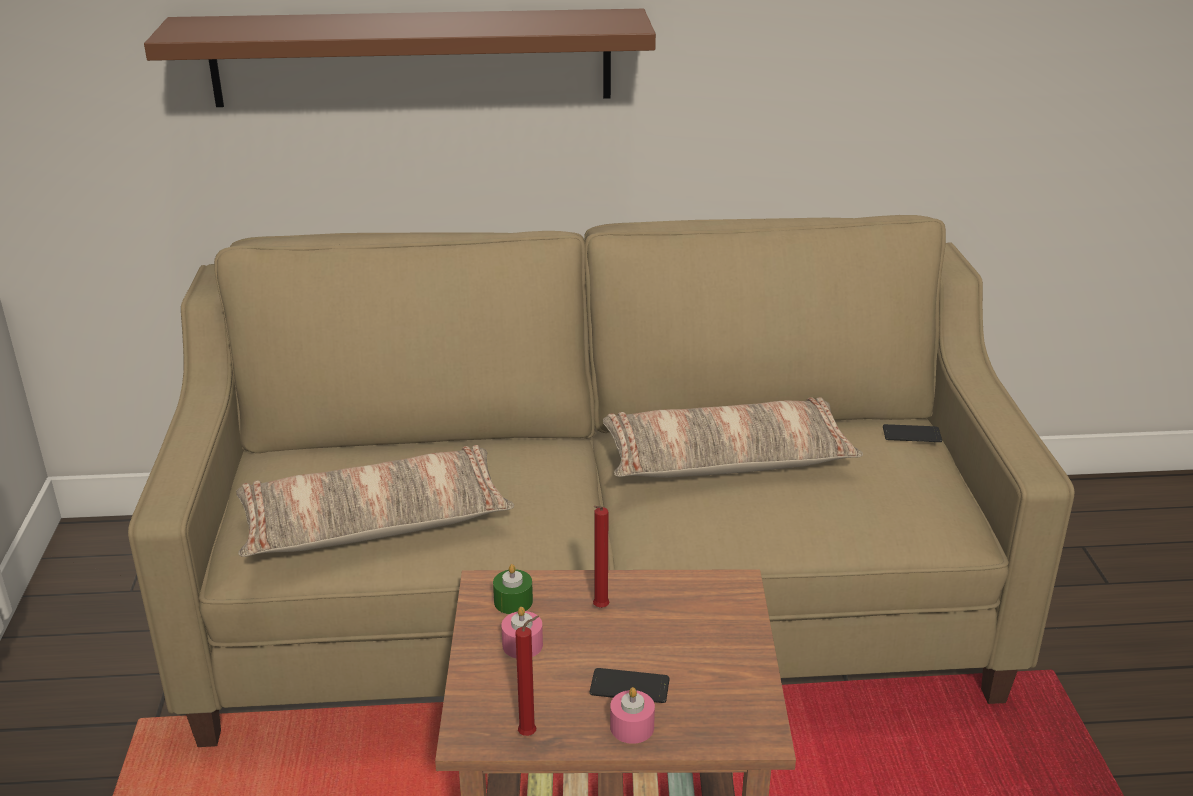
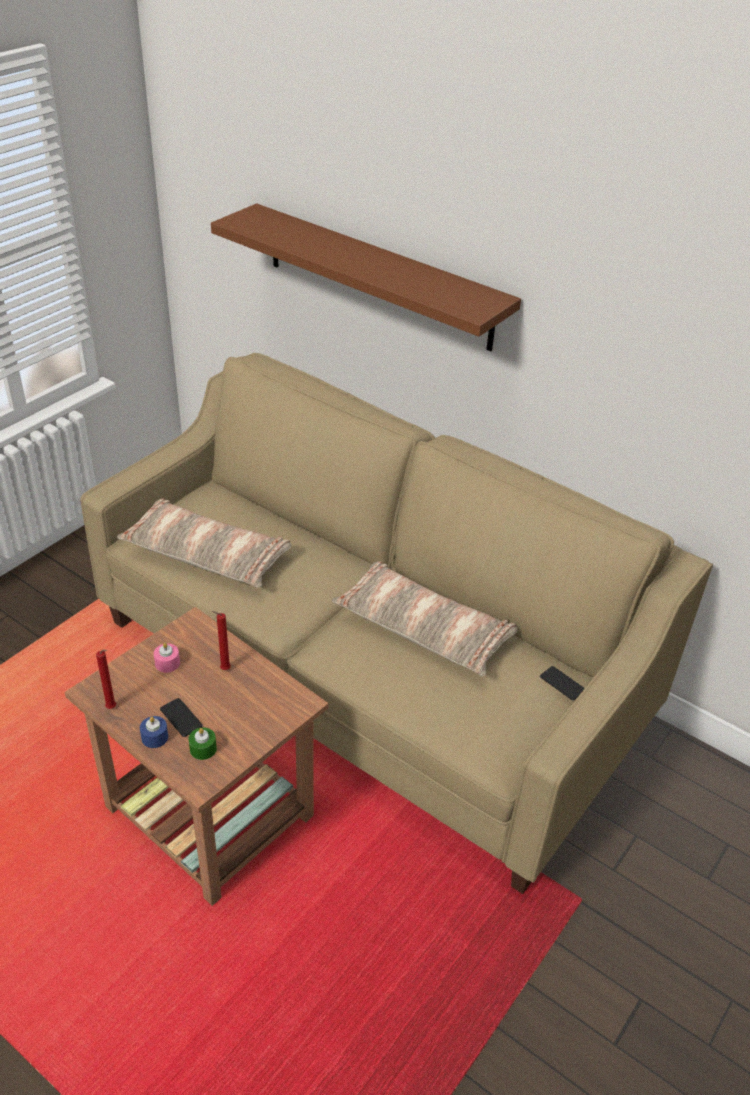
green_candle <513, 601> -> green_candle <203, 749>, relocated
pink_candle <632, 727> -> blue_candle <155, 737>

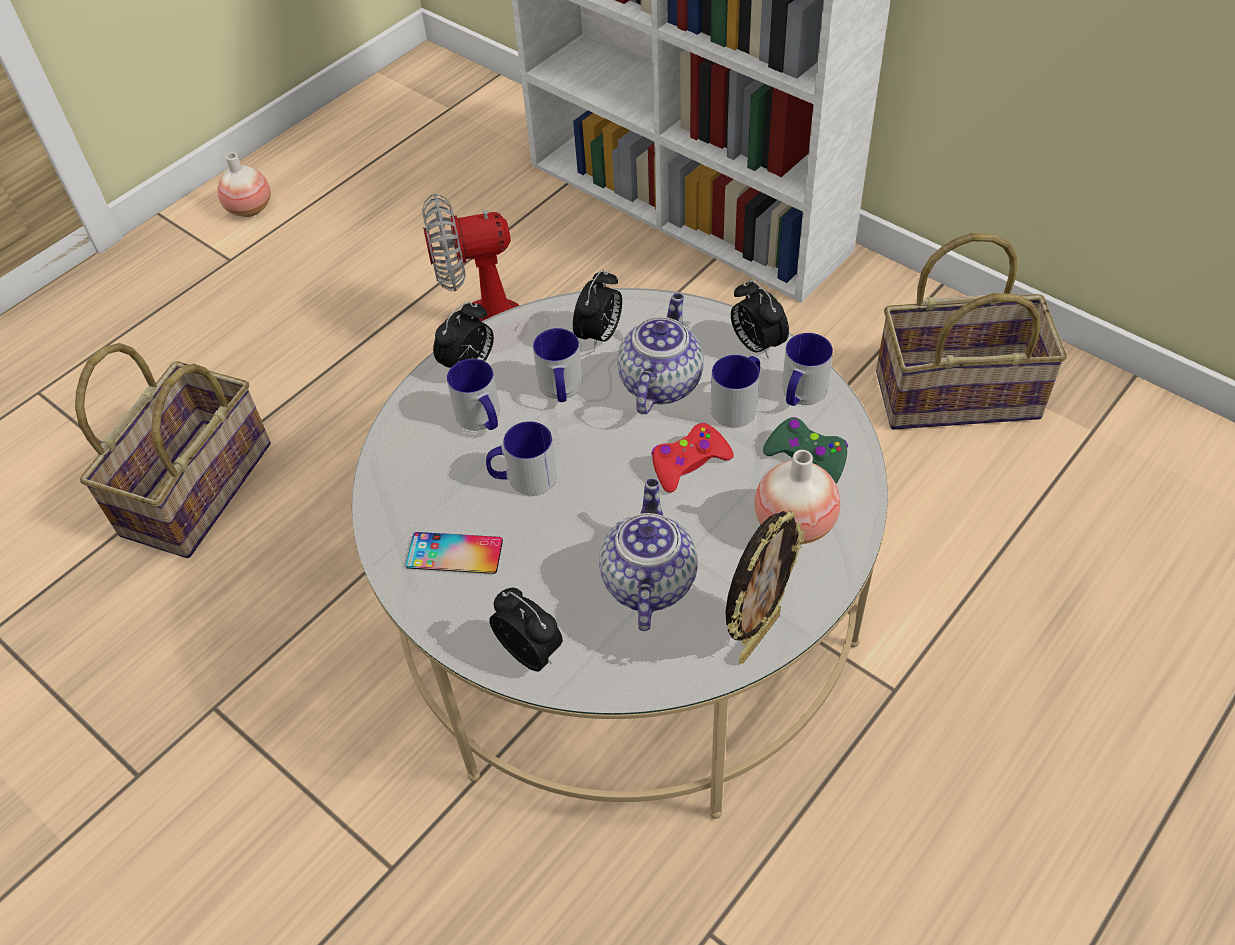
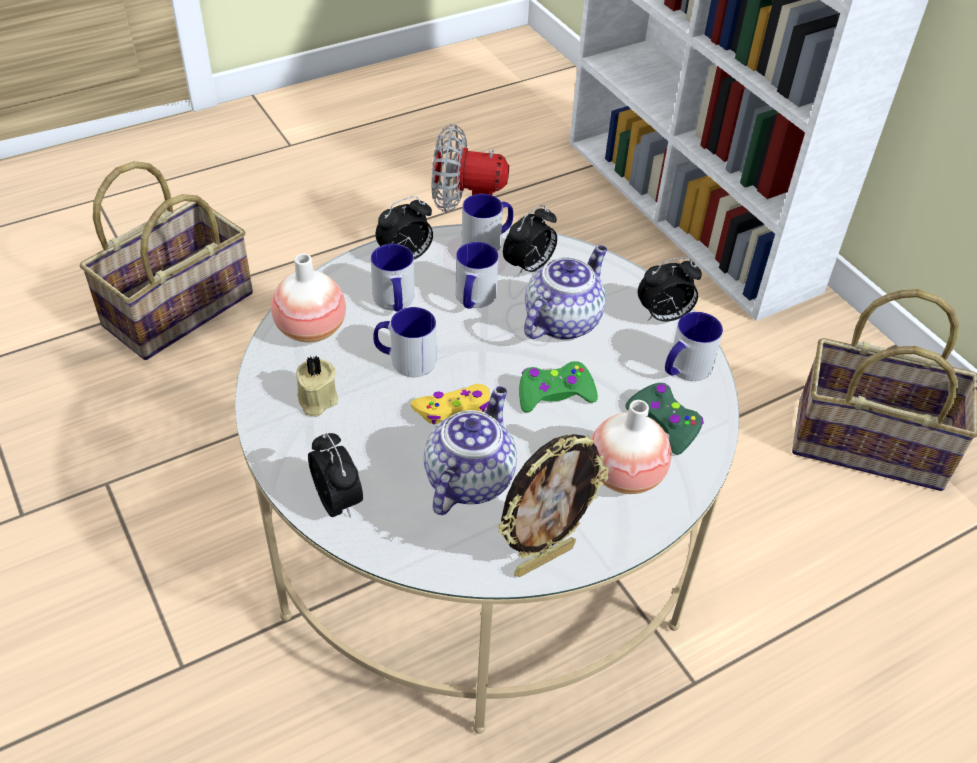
vase <250, 209> -> vase <311, 330>, relocated
alarm_clock <756, 345> -> alarm_clock <663, 316>, 90 degrees counterclockwise
mug <738, 404> -> mug <488, 241>, relocated
red_game_controller <688, 463> -> green_game_controller <554, 394>
phone <454, 553> -> beige_candle <316, 400>
none -> yellow_game_controller <453, 410>

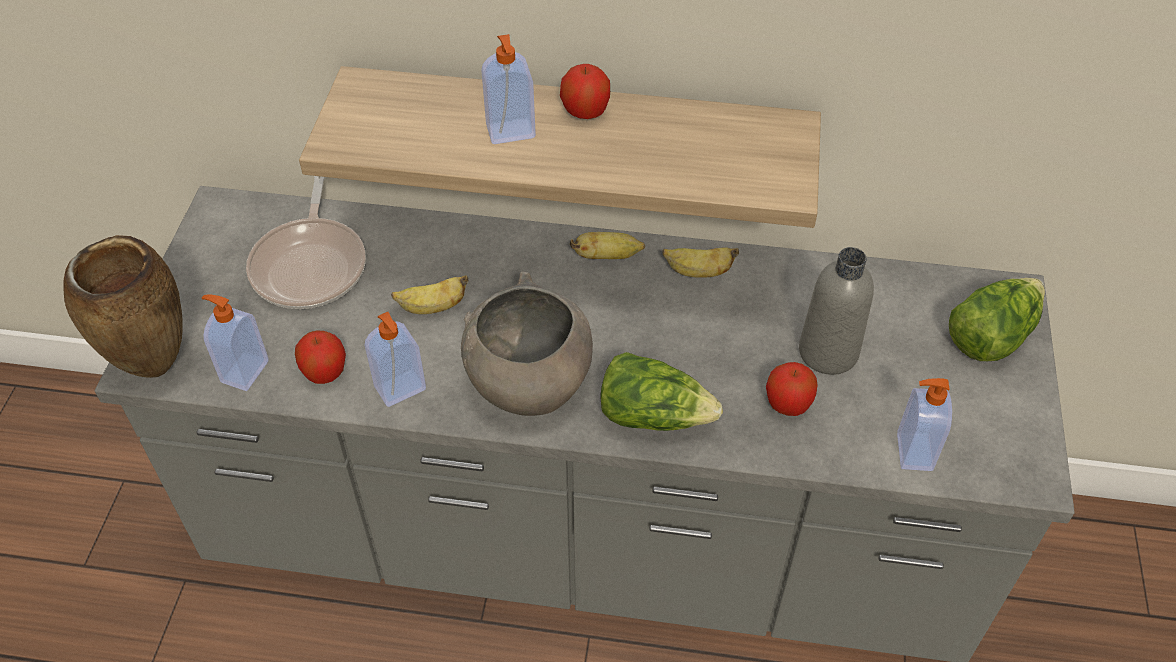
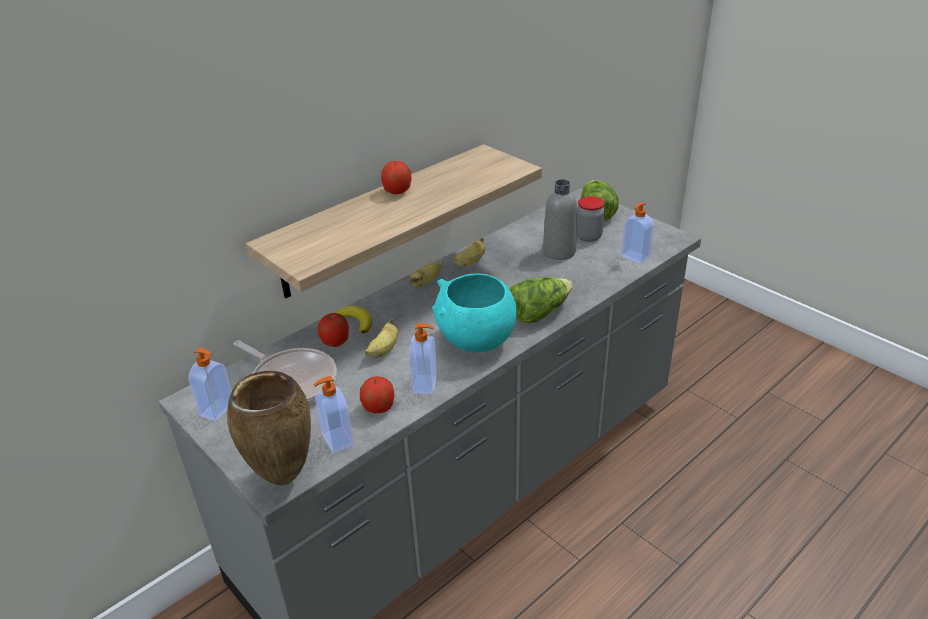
soap_dispenser <511, 132> -> soap_dispenser <218, 410>, relocated
grey_bowl <529, 385> -> turquoise_bowl <476, 341>
apple <788, 404> -> apple <335, 342>, relocated
none -> jar <588, 236>
none -> banana <356, 321>

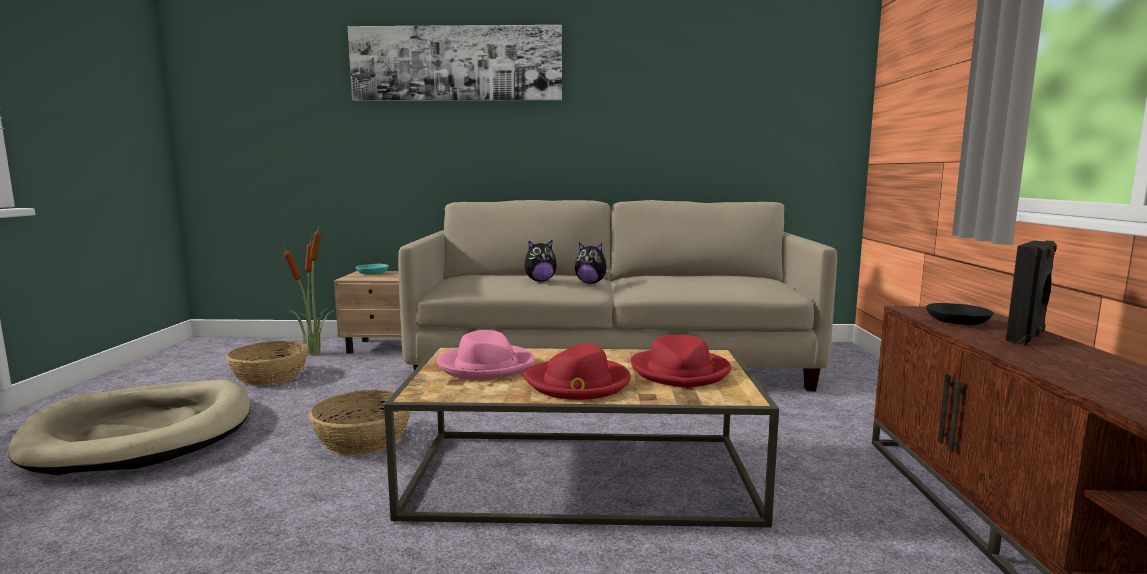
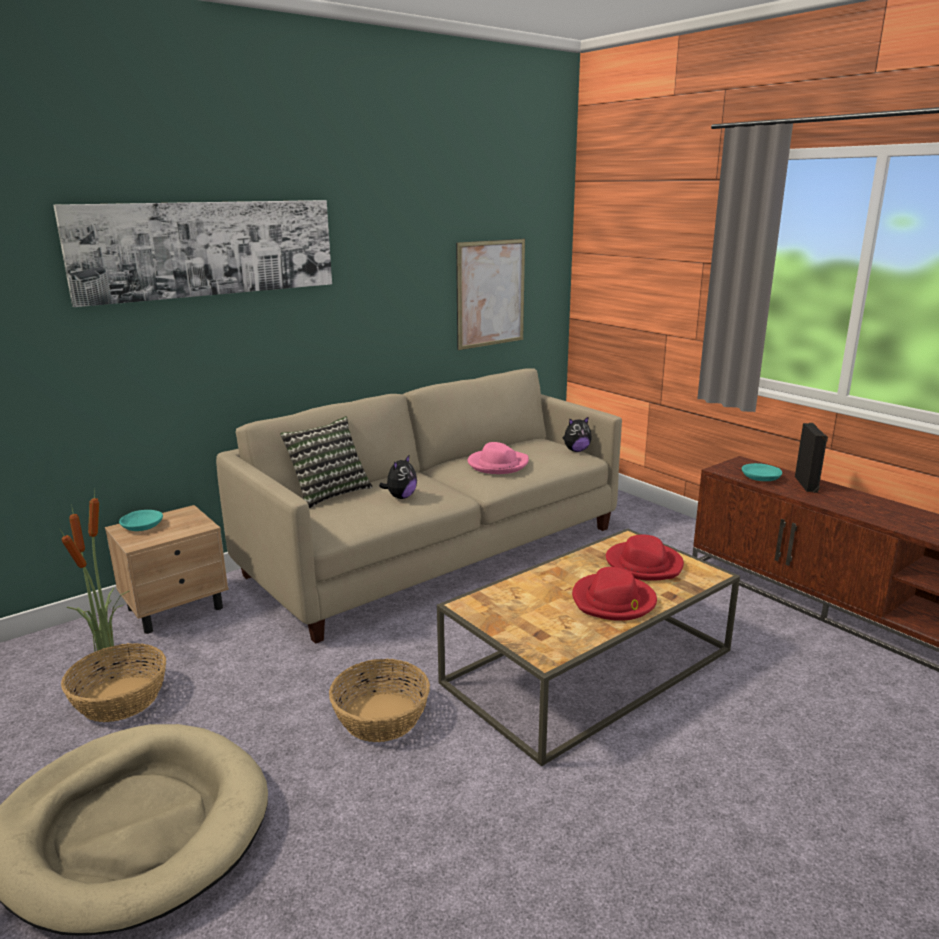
plush_toy <591, 283> -> plush_toy <576, 450>, relocated
black_bowl <957, 322> -> turquoise_bowl <761, 478>
pink_hat <486, 366> -> pink_hat <497, 464>, relocated
none -> picture <491, 293>
none -> pillow <329, 493>

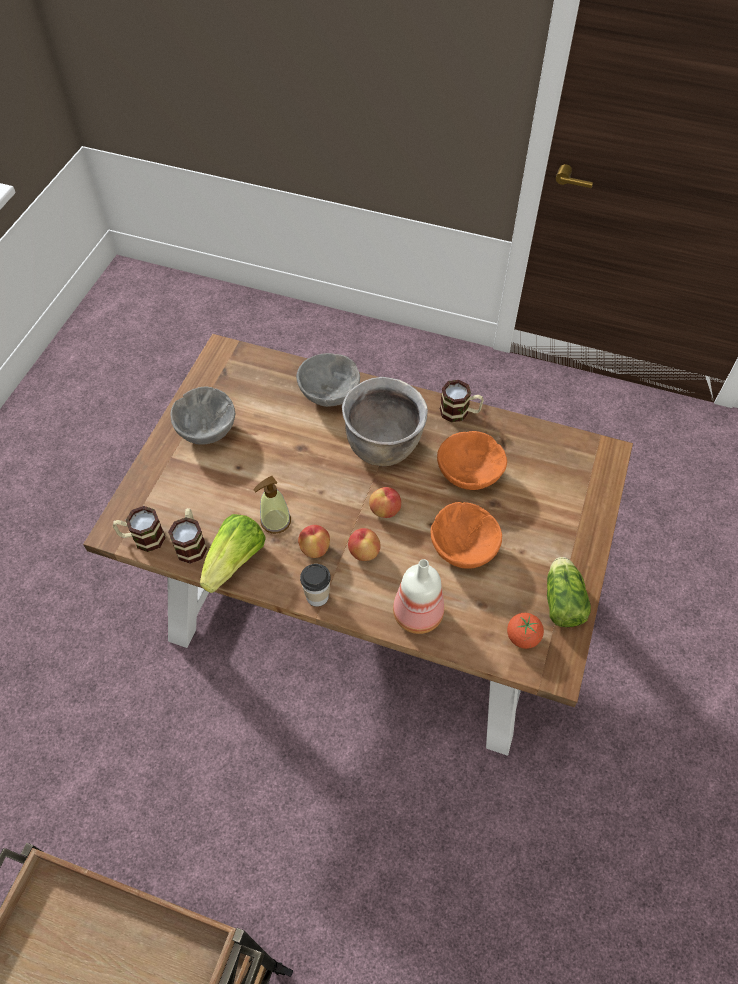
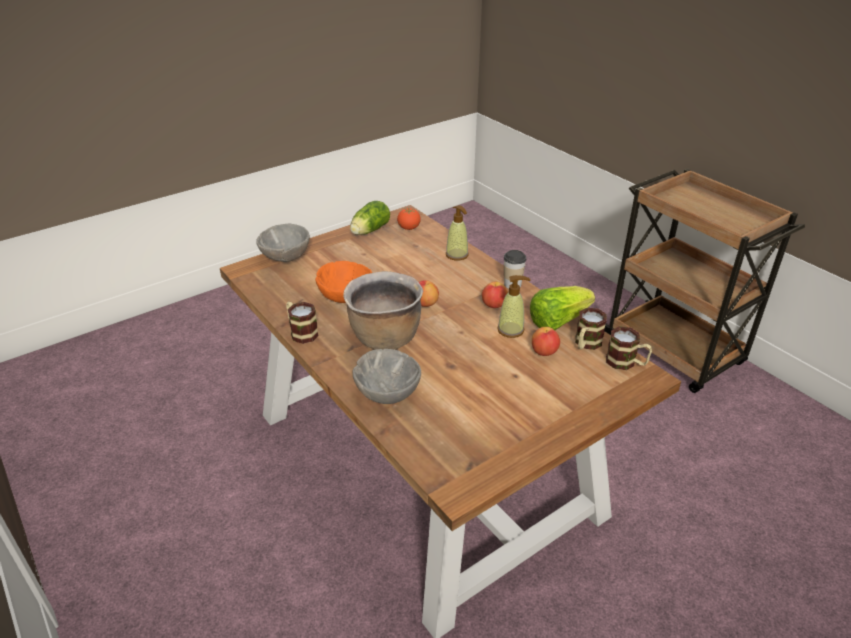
grey_bowl <206, 430> -> grey_bowl <285, 257>, relocated
orange_bowl <462, 548> -> none
apple <364, 552> -> apple <544, 352>, relocated
bottle <418, 615> -> soap_dispenser <457, 255>

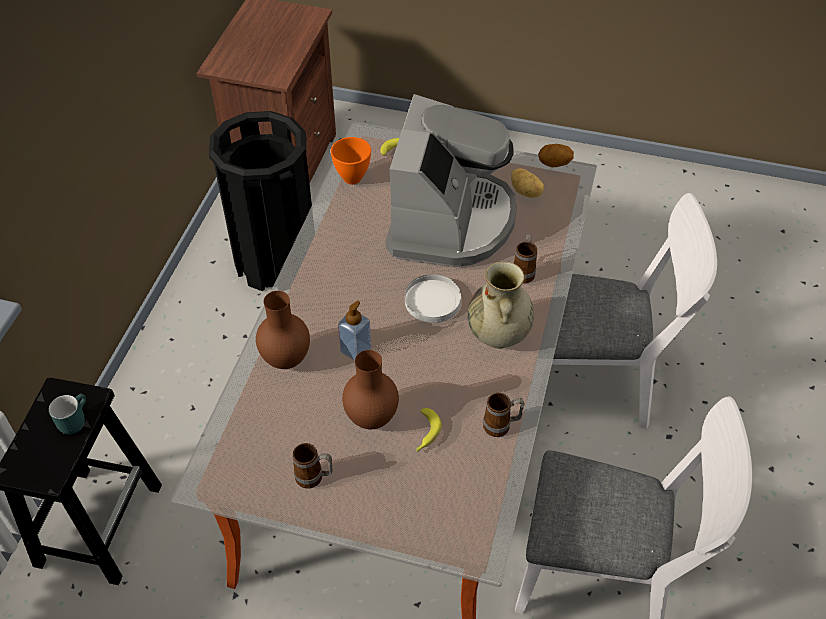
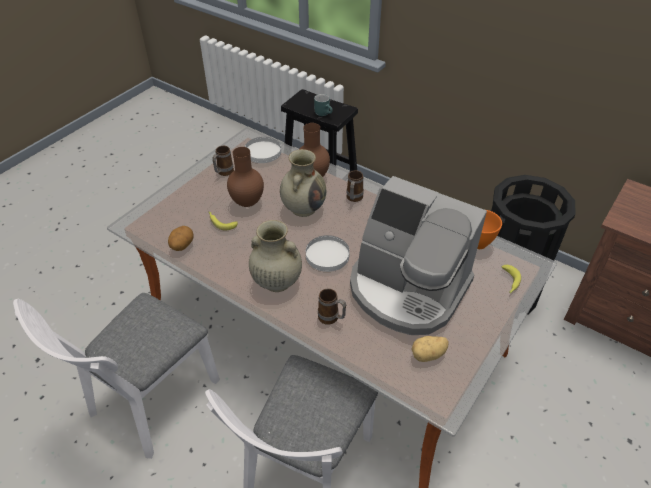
potato <554, 165> -> potato <182, 246>, relocated
soap_dispenser <356, 350> -> beige_vase <303, 208>
mug <502, 426> -> mug <353, 199>, relocated
none -> white_plate <263, 151>

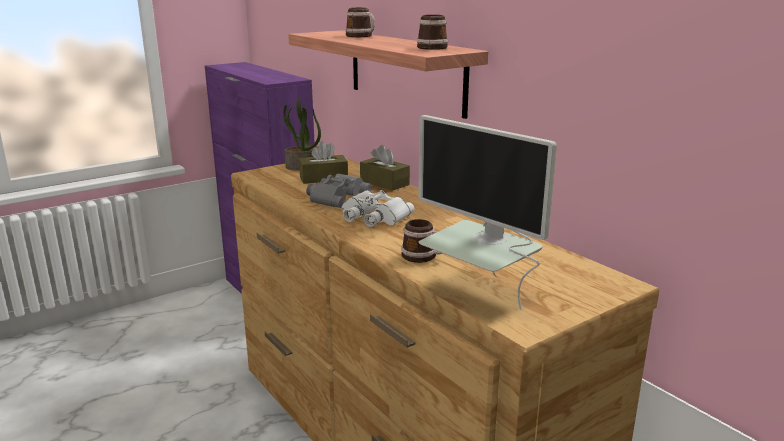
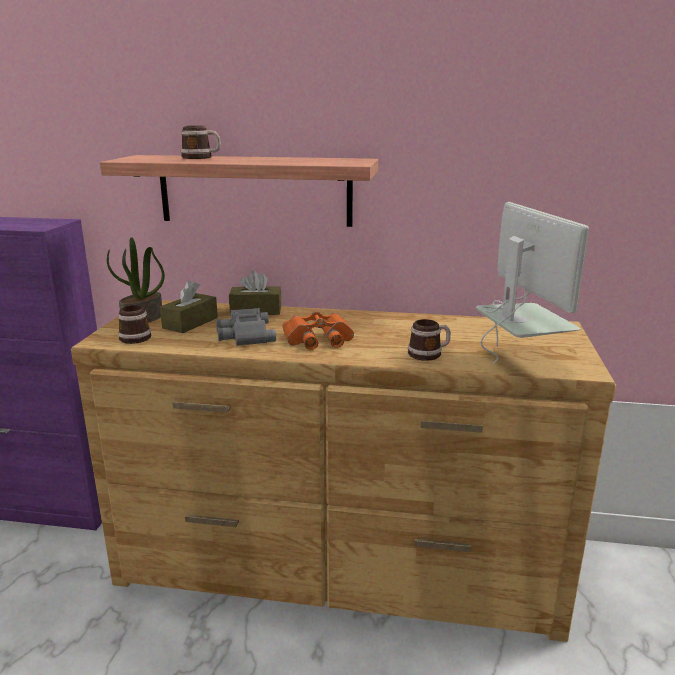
mug <434, 47> -> mug <135, 336>, relocated
monitor <480, 292> -> monitor <517, 361>, 105 degrees counterclockwise
white_binoculars <373, 216> -> orange_binoculars <318, 339>

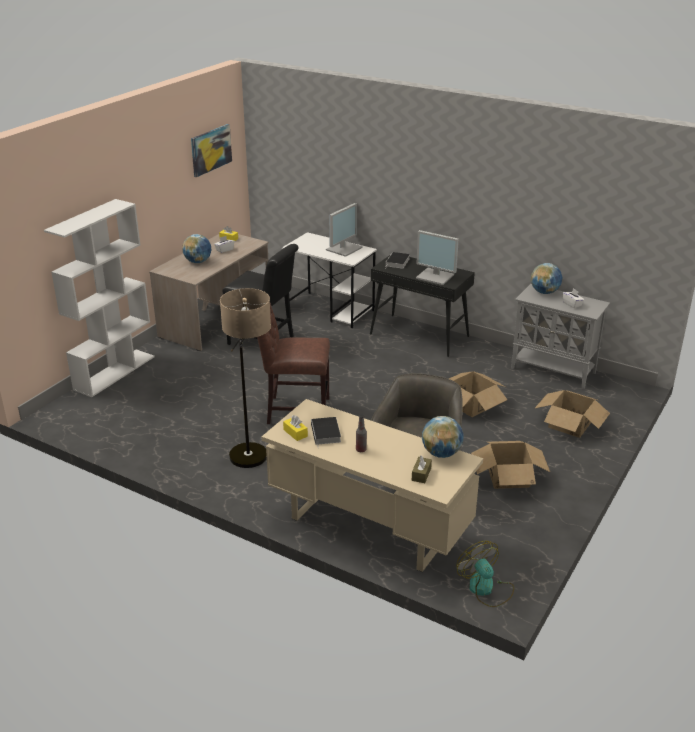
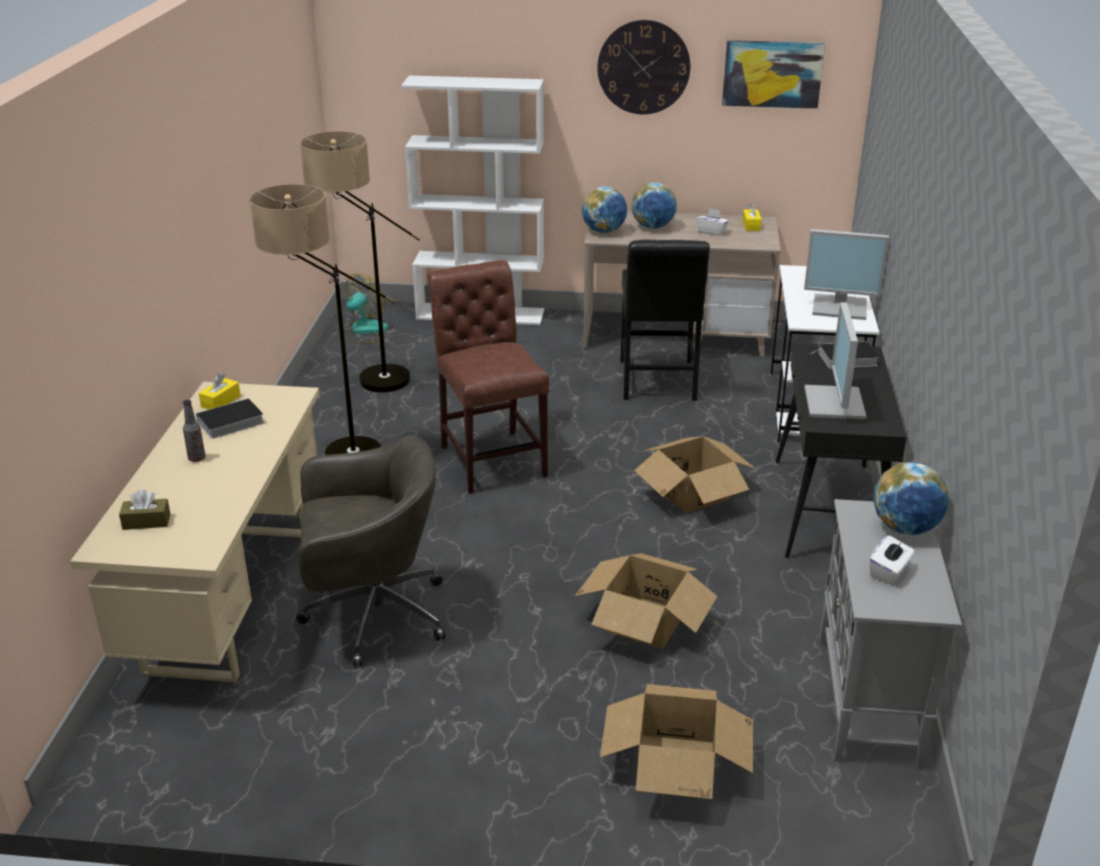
globe <441, 453> -> globe <604, 231>, relocated
cardboard_box <508, 477> -> cardboard_box <692, 492>, relocated
fan <486, 589> -> fan <363, 331>, relocated
none -> wall_clock <643, 67>
none -> floor_lamp <369, 387>

